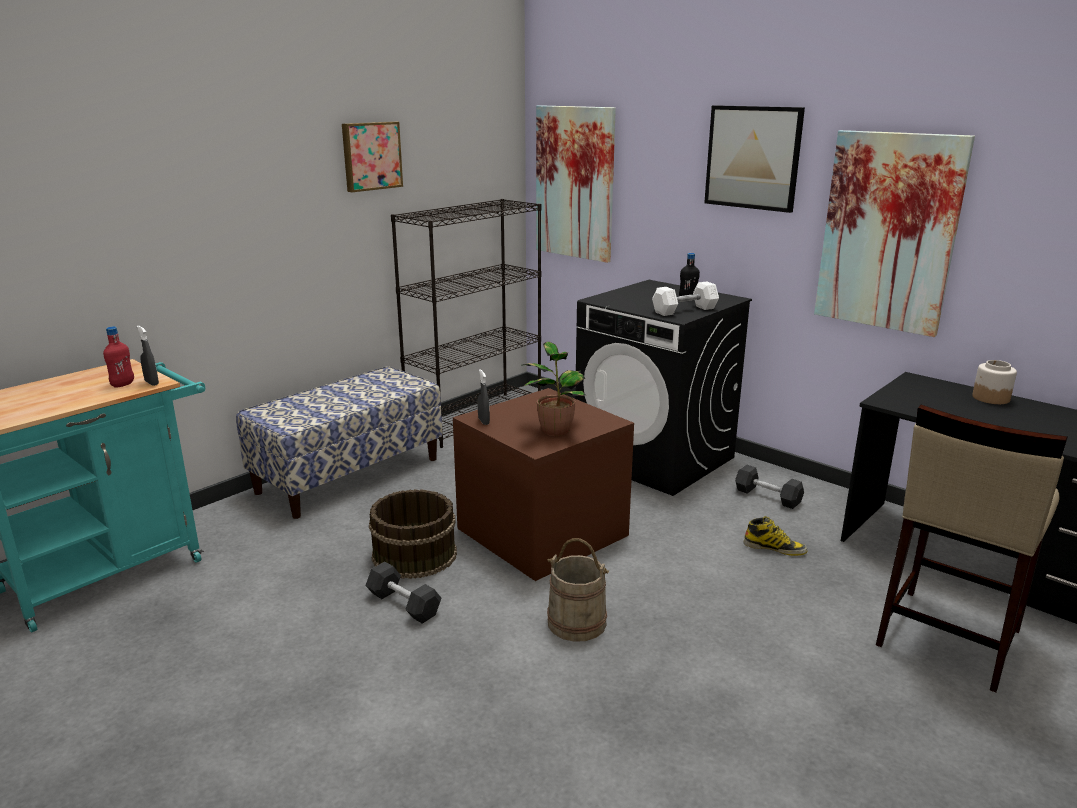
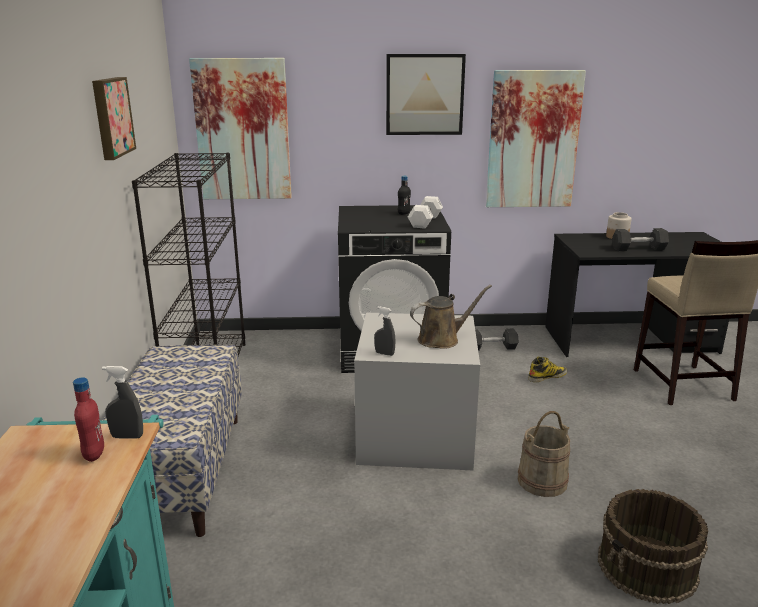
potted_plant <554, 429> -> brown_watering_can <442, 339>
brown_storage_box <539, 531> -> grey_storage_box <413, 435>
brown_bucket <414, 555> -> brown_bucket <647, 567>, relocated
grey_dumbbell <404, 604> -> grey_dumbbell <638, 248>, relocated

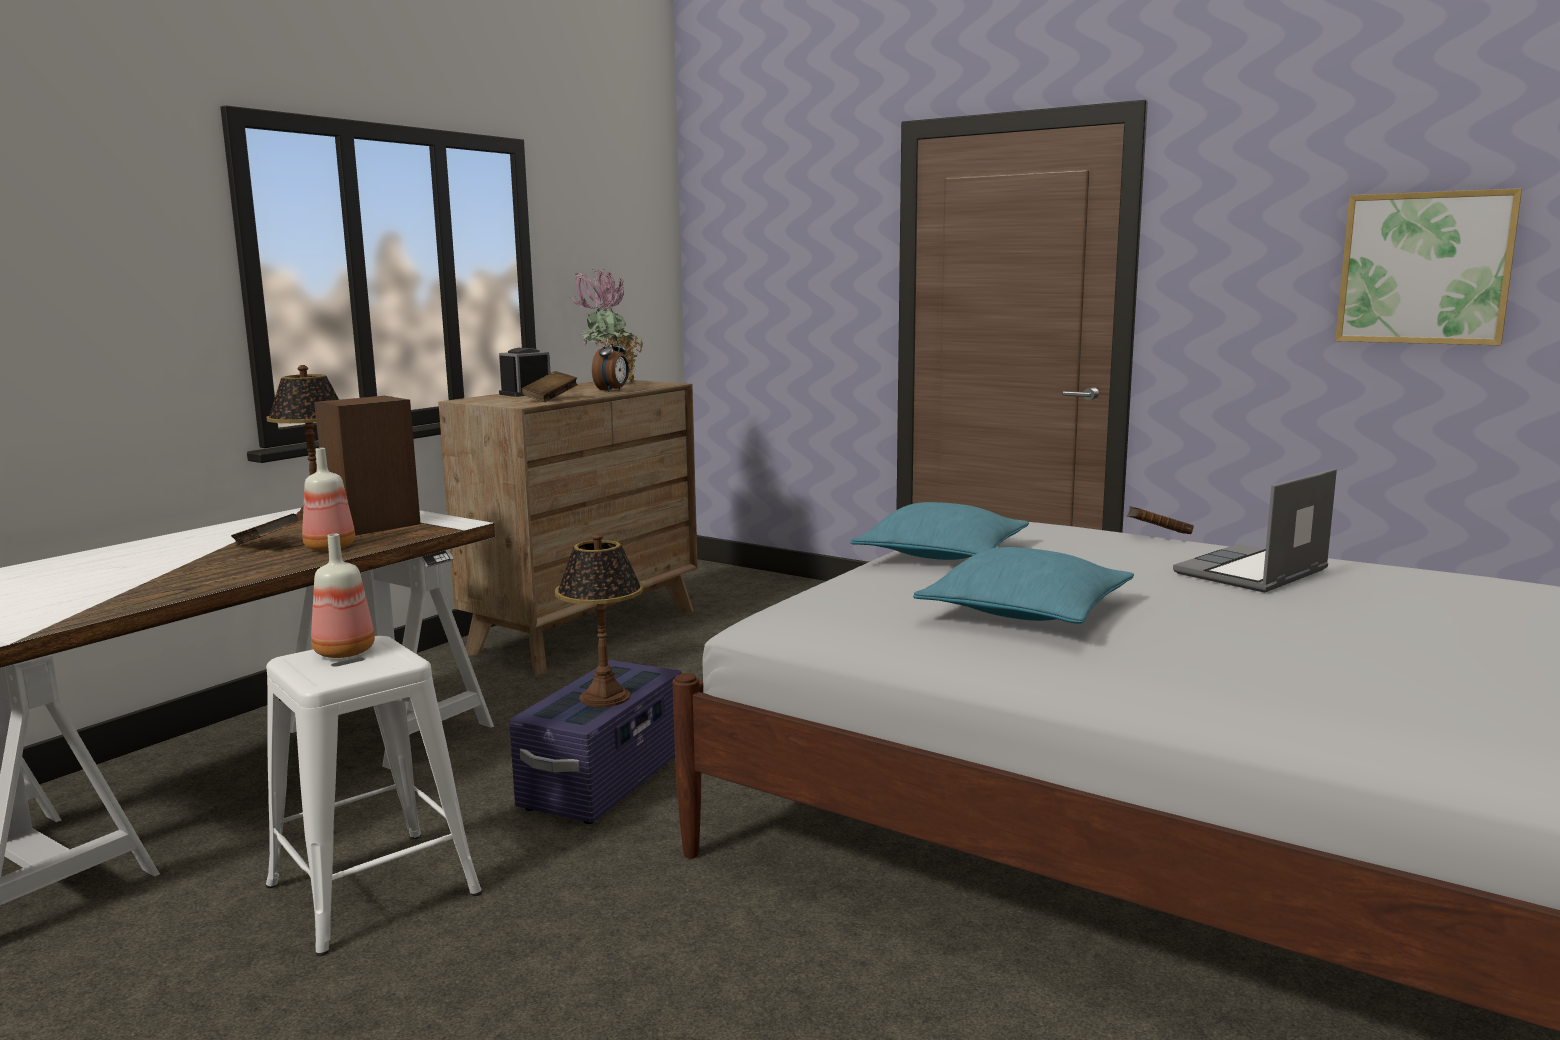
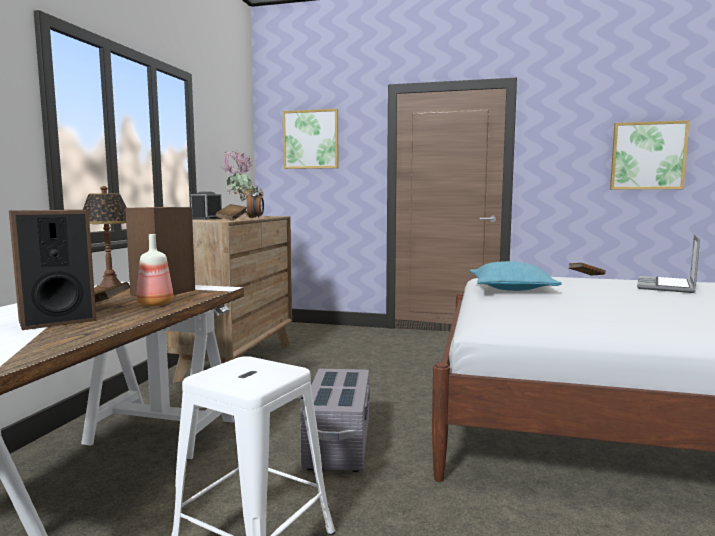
table_lamp <605, 697> -> none
bottle <342, 652> -> none
turquoise_pillow <1025, 611> -> none
purple_storage_box <605, 781> -> grey_storage_box <338, 443>
none -> picture <311, 139>
none -> speaker <57, 320>

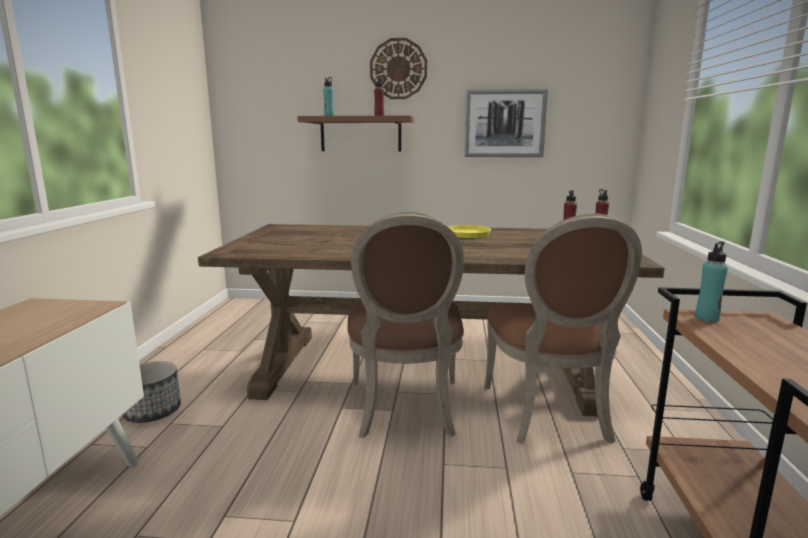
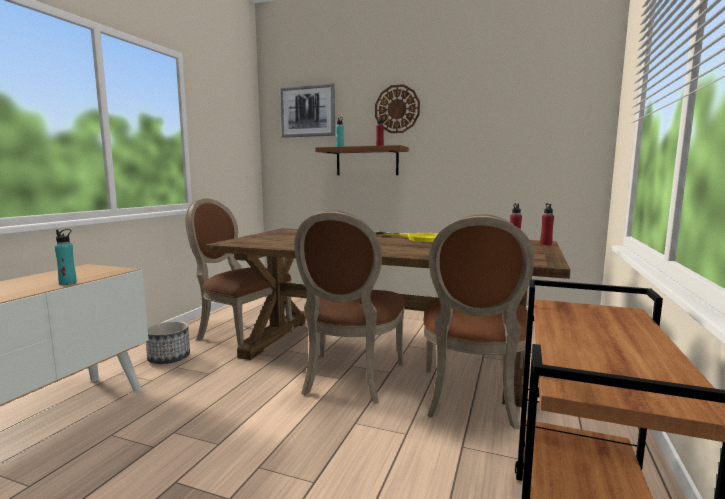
picture <504, 123> -> picture <307, 111>, relocated
turquoise_bottle <707, 318> -> turquoise_bottle <68, 283>, relocated
none -> brown_chair <240, 336>

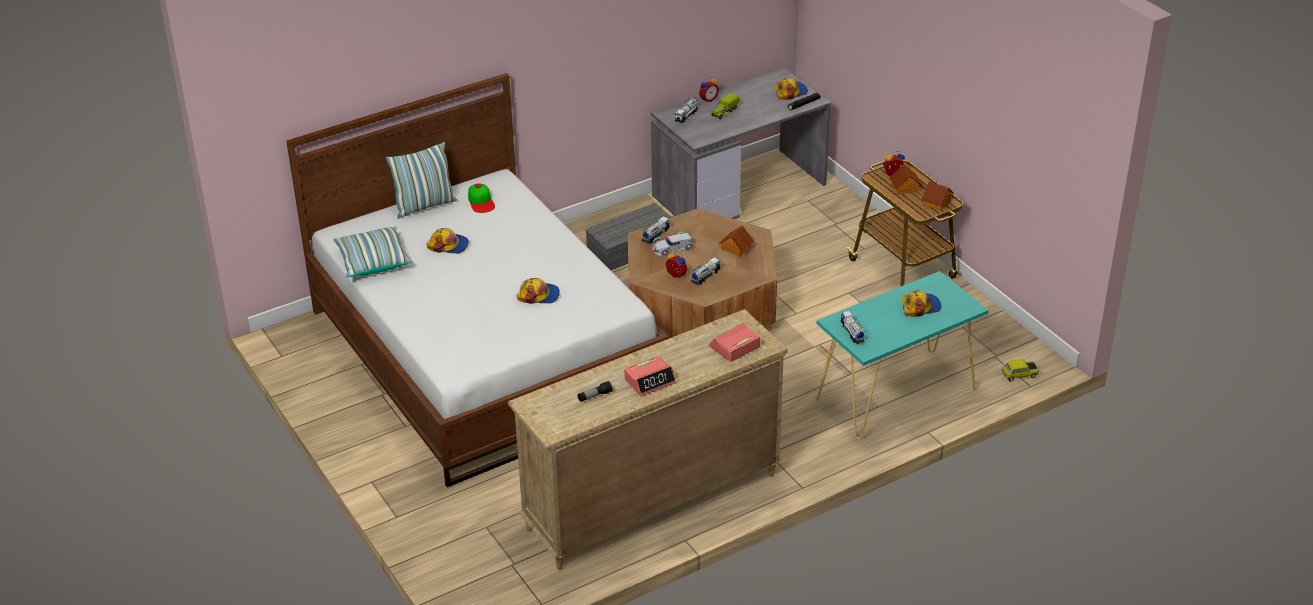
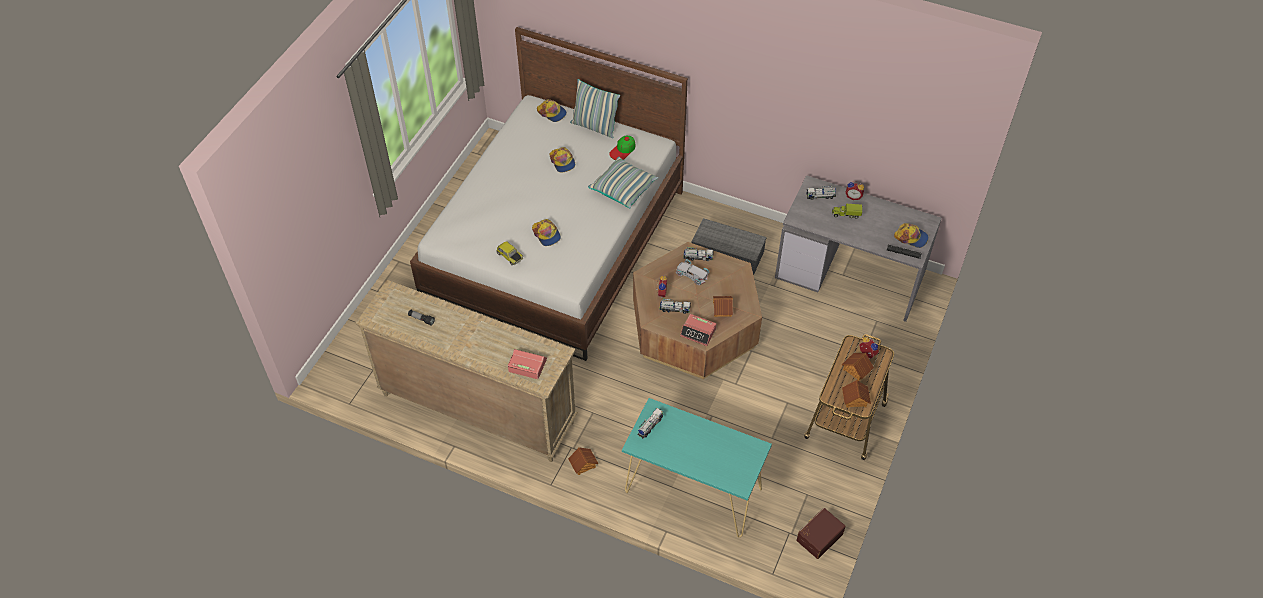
pillow <373, 261> -> pillow <623, 188>, relocated
cap <920, 307> -> cap <552, 113>, relocated
alarm_clock <650, 381> -> alarm_clock <698, 332>, relocated
toy_car <1019, 375> -> toy_car <509, 256>, relocated
none -> toy_house <583, 464>
none -> brown_storage_box <818, 536>

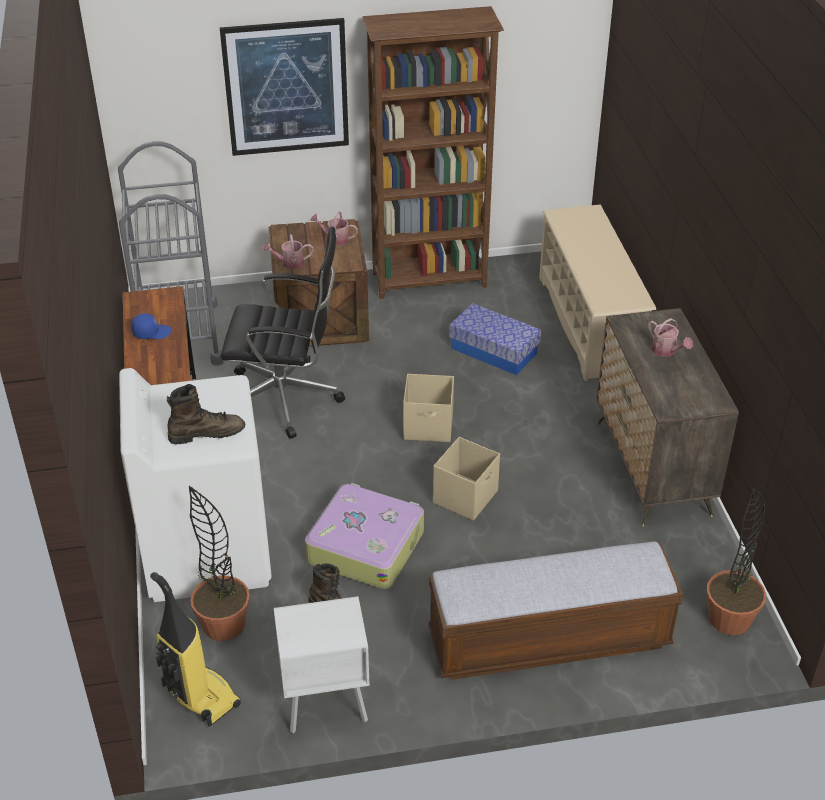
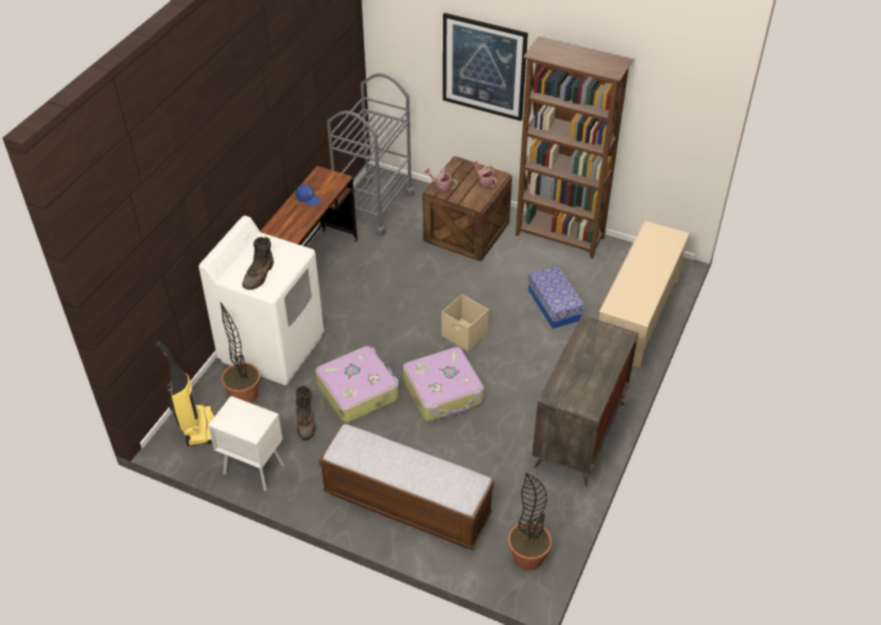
black_office_chair <286, 398> -> none
watering_can <666, 351> -> none
brown_boot <207, 433> -> brown_boot <259, 275>, 90 degrees clockwise
beige_storage_box <466, 497> -> suitcase <444, 392>

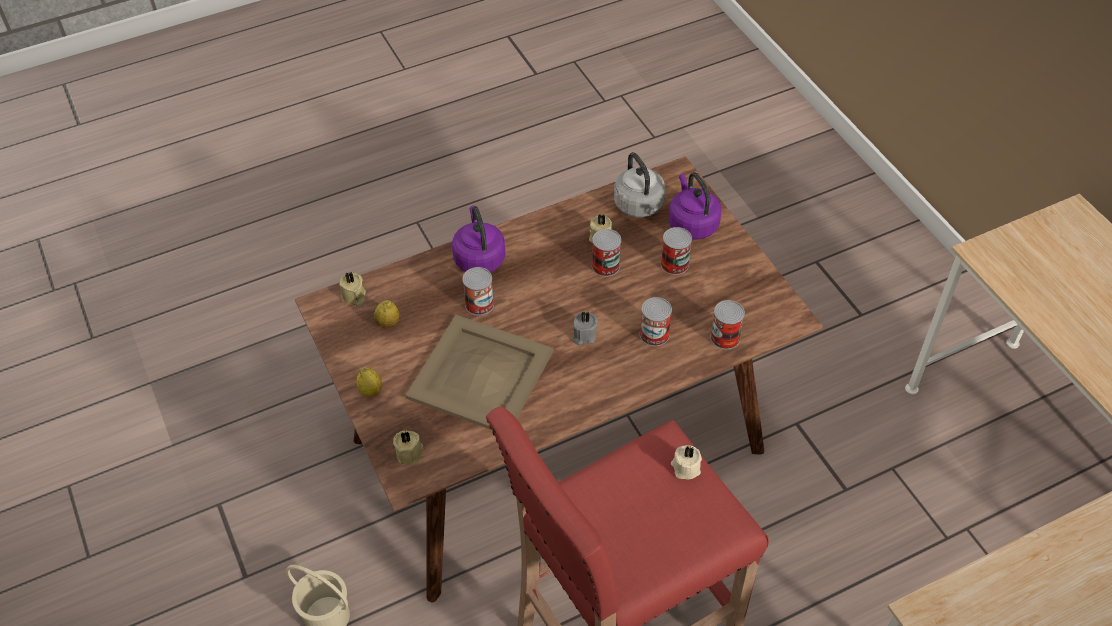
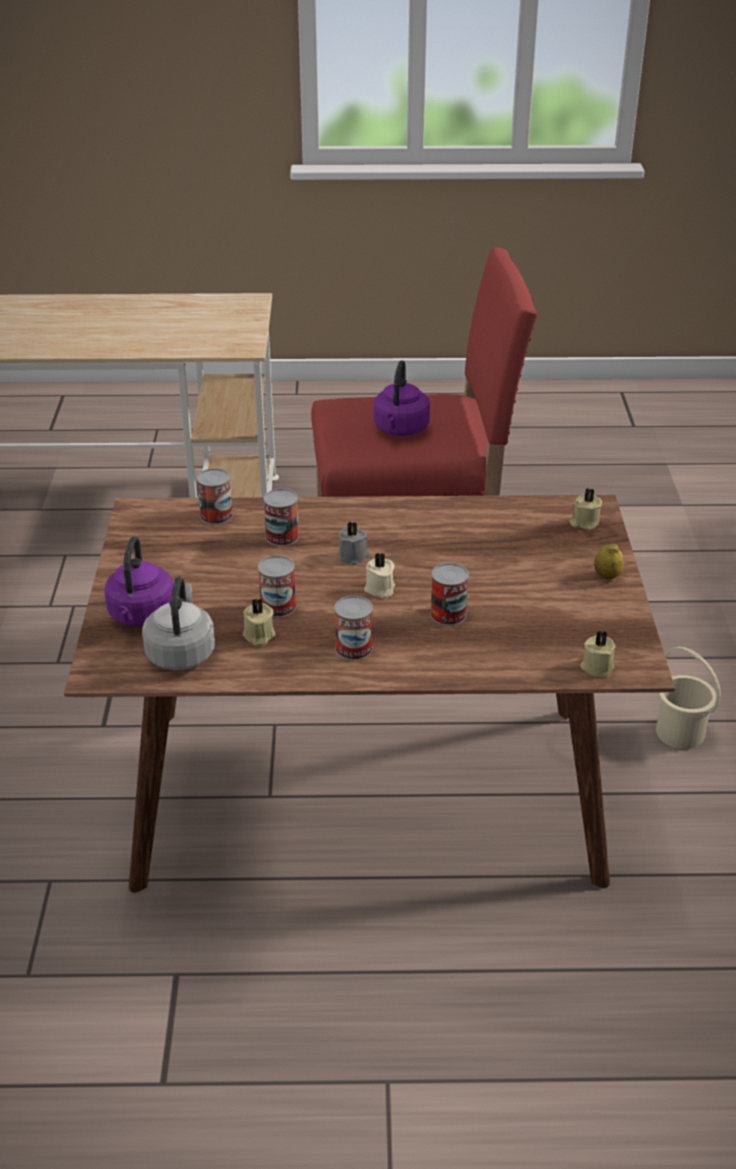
purple_kettle <479, 257> -> purple_kettle <400, 430>, relocated
can <674, 264> -> can <353, 648>, relocated
lemon <388, 323> -> none
beige_tray <479, 375> -> none
beige_candle <685, 468> -> beige_candle <380, 589>, relocated

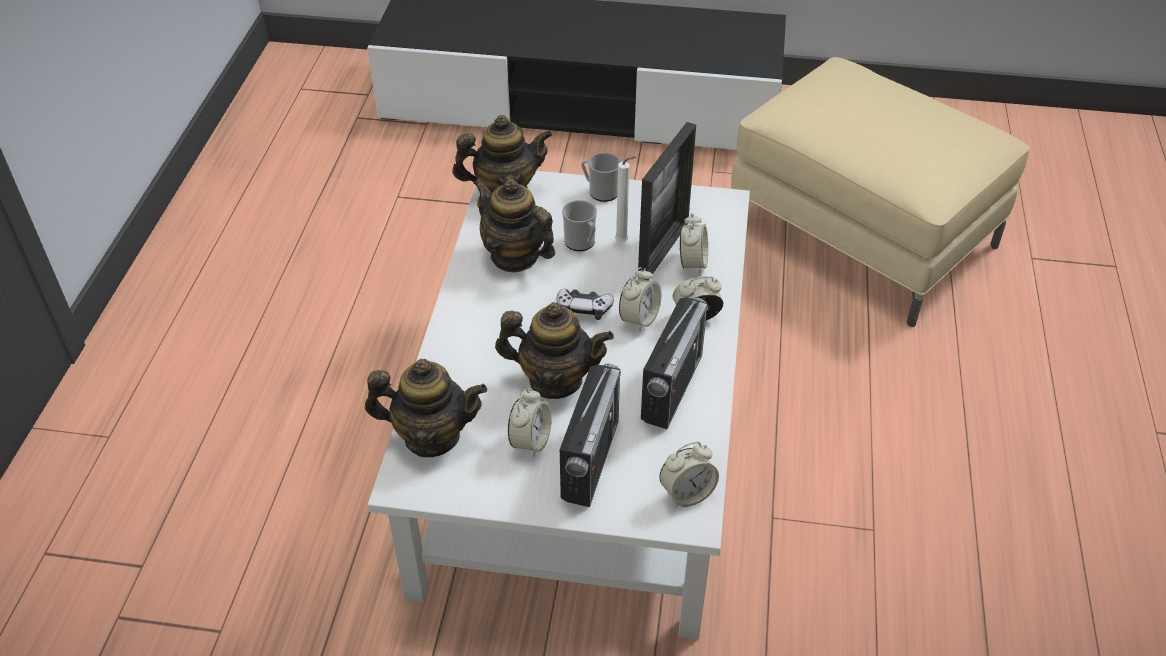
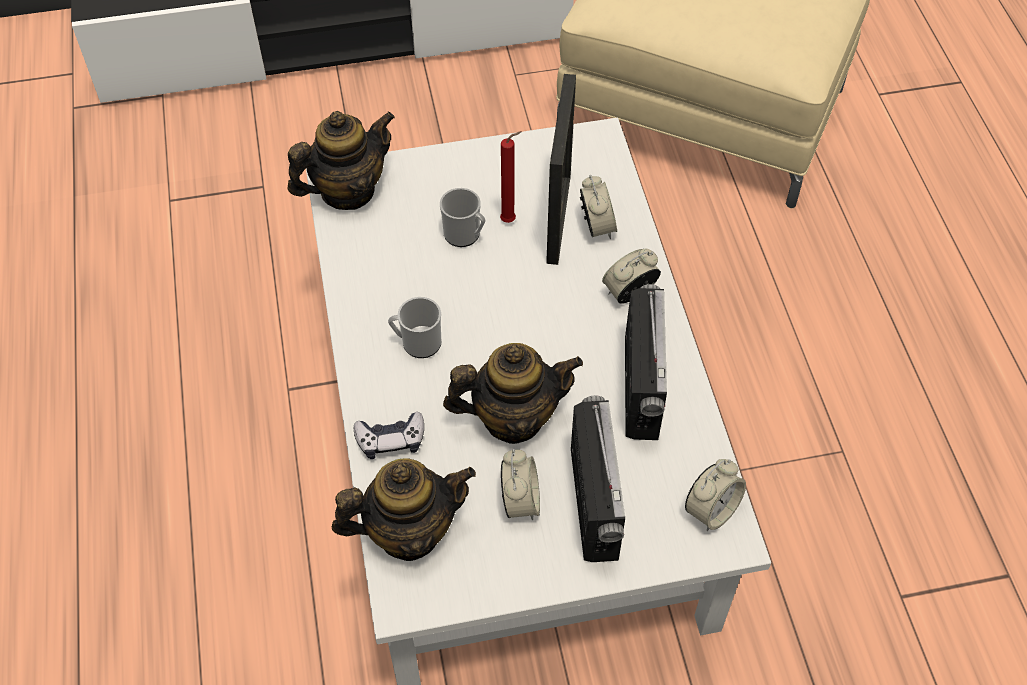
mug <600, 192> -> mug <417, 343>, relocated
white_candle <623, 242> -> red_candle <510, 220>
teapot <515, 256> -> none
alarm_clock <639, 319> -> none
game_controller <583, 309> -> game_controller <391, 440>, relocated

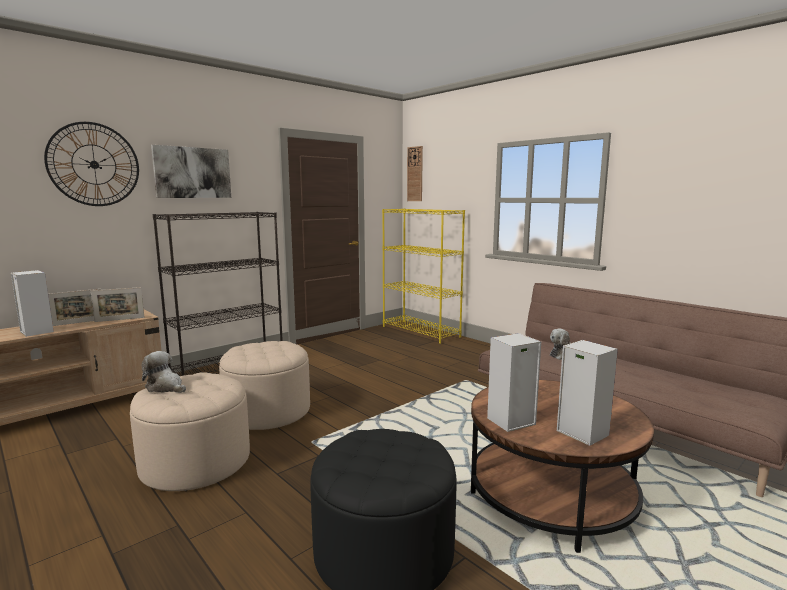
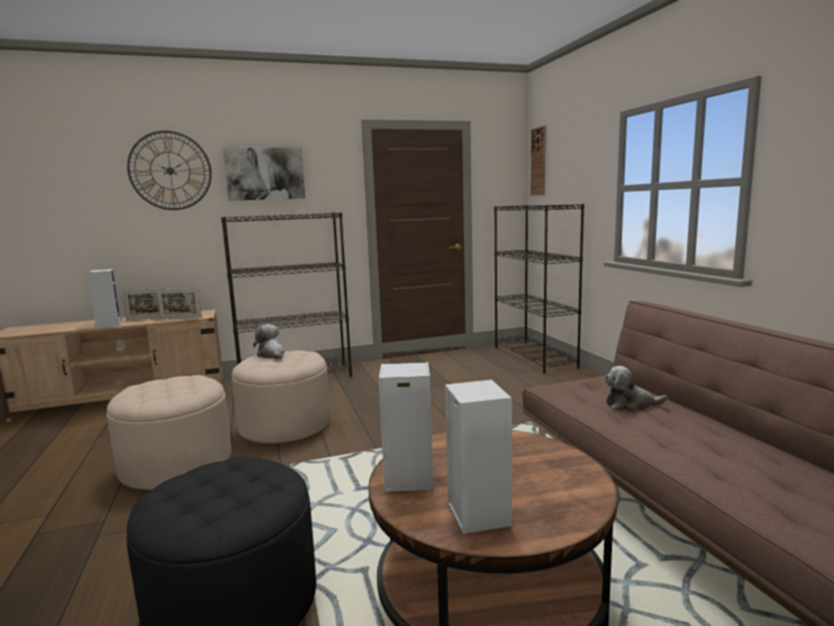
yellow_bookcase <421, 331> -> black_bookcase <534, 357>
plush_toy <165, 387> -> plush_toy <271, 355>, relocated

